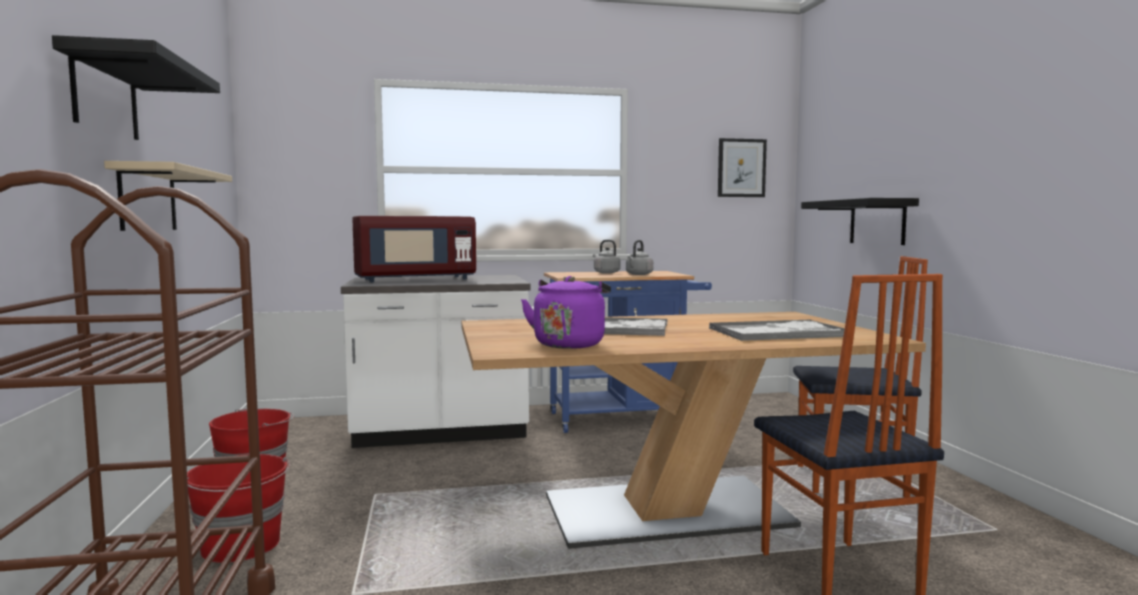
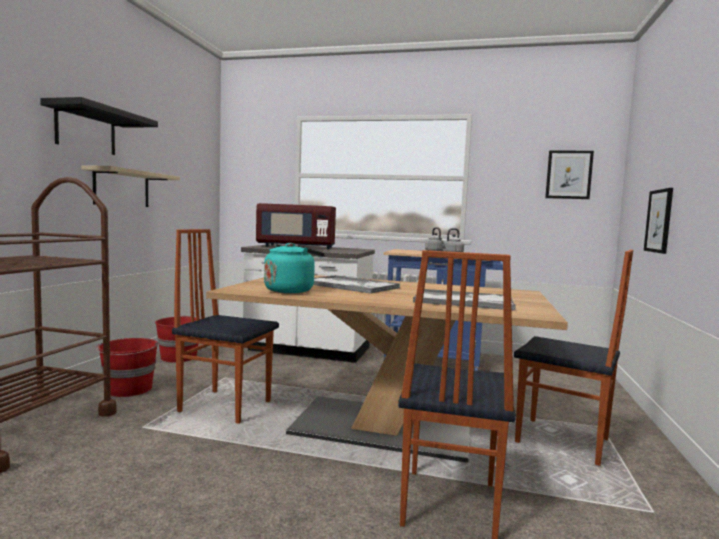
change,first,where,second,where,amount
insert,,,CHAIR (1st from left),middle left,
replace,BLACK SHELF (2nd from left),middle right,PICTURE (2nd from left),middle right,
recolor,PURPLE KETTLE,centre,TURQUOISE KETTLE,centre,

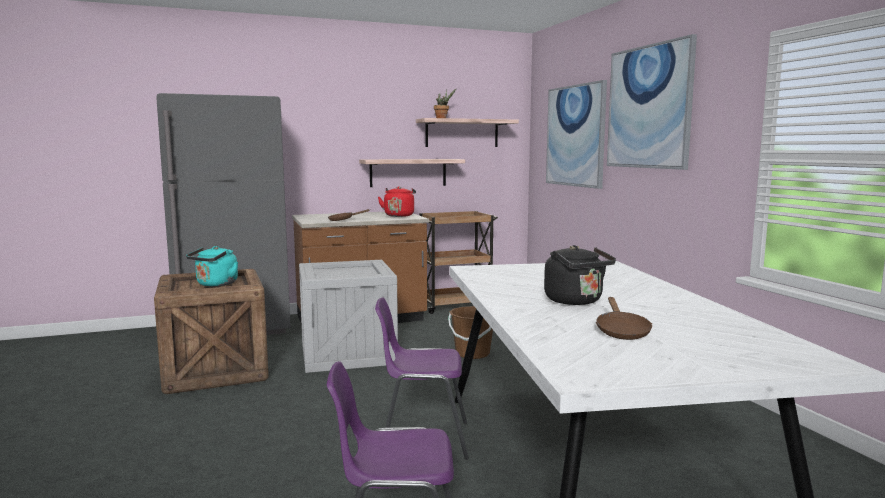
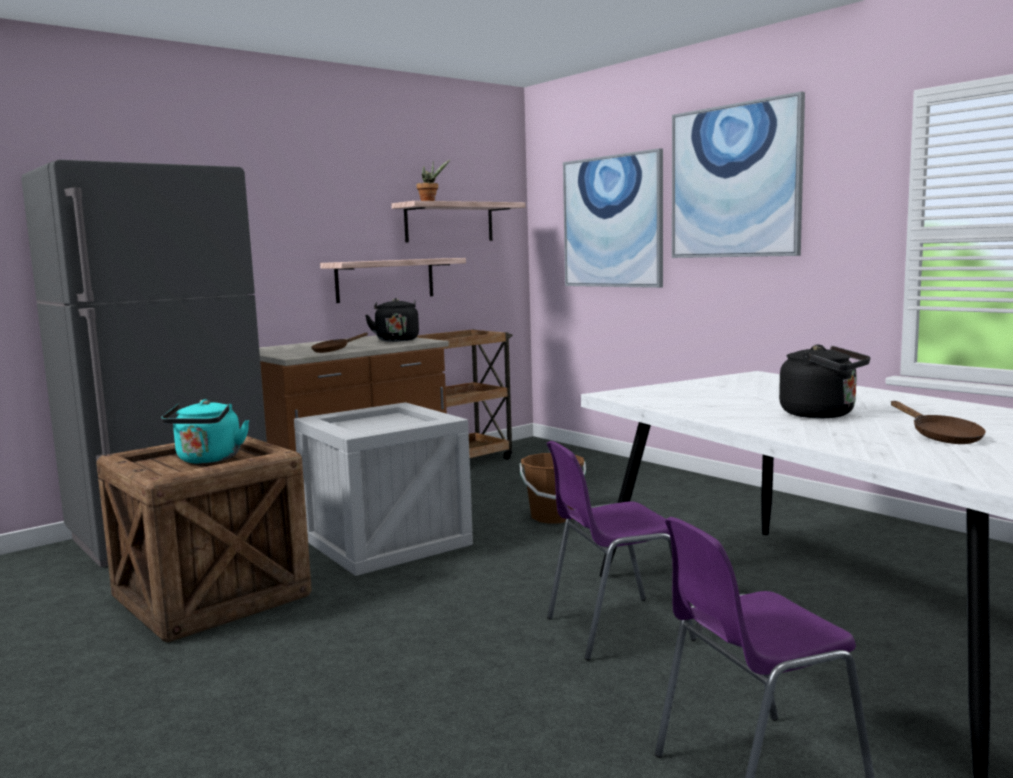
change,first,where,second,where,amount
recolor,RED KETTLE,centre,BLACK KETTLE (1st from left),centre,

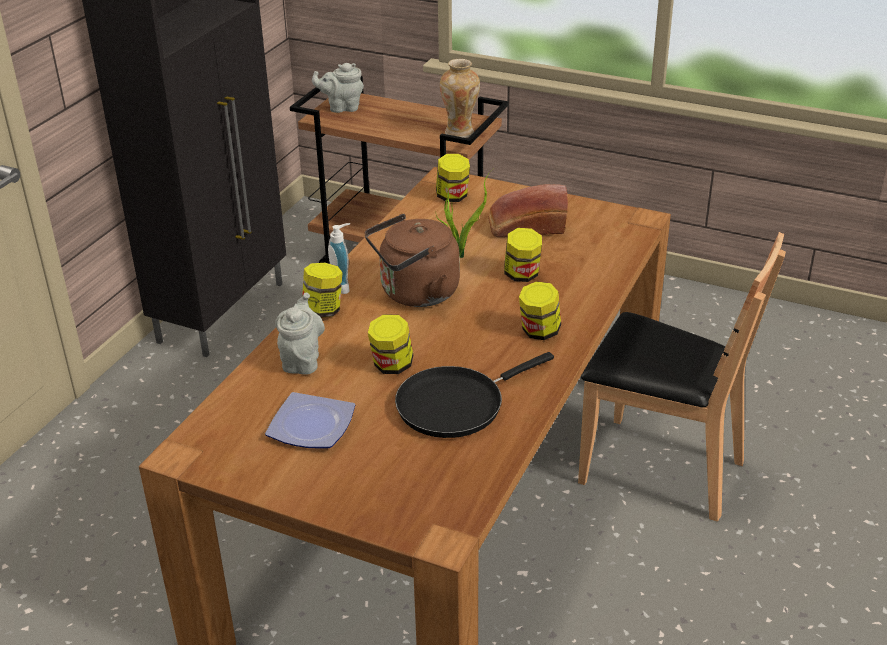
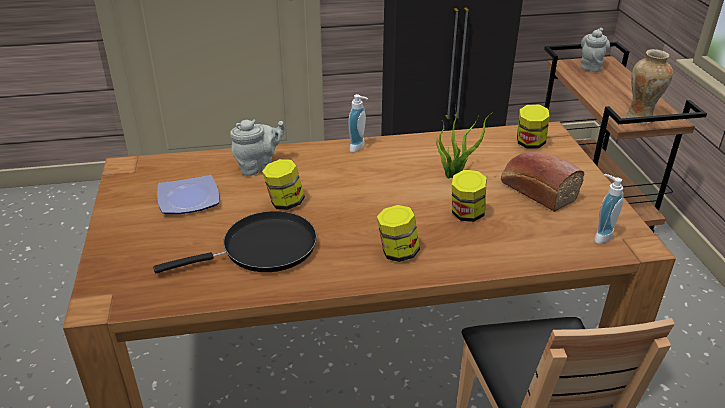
change,first,where,second,where,amount
delete,JAR (1st from left),centre,,,
delete,BROWN KETTLE,centre,,,
insert,,,SOAP DISPENSER (2nd from left),middle right,
rotate,GREY TEAPOT (2nd from left),top centre,,top right,60 degrees clockwise
rotate,BLACK FRYING PAN,centre,,middle left,135 degrees clockwise

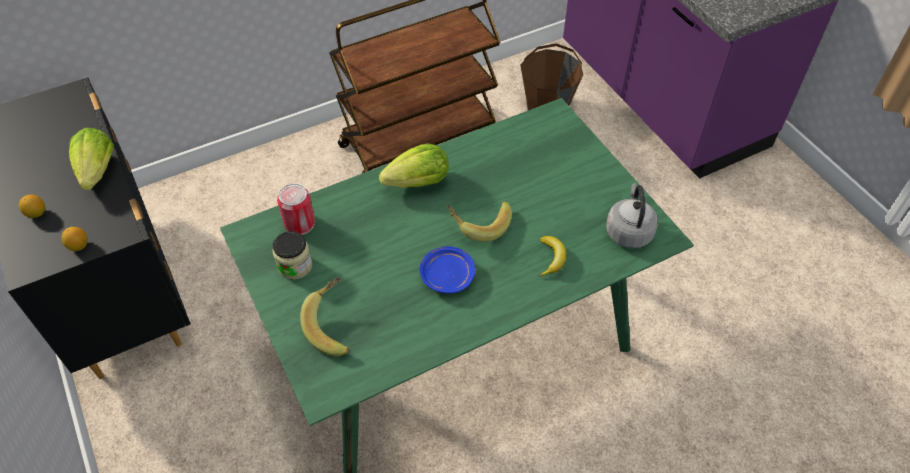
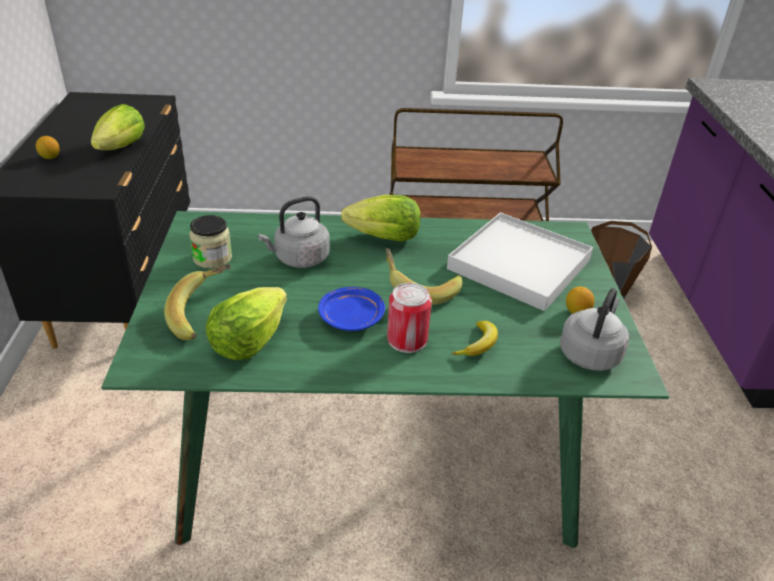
change,first,where,second,where,amount
insert,,,LETTUCE (2nd from left),middle left,
insert,,,GREY KETTLE (1st from left),centre,
insert,,,WHITE TRAY,middle right,
move,LEMON (2nd from left),middle left,,middle right,
move,CAN,middle left,,centre,

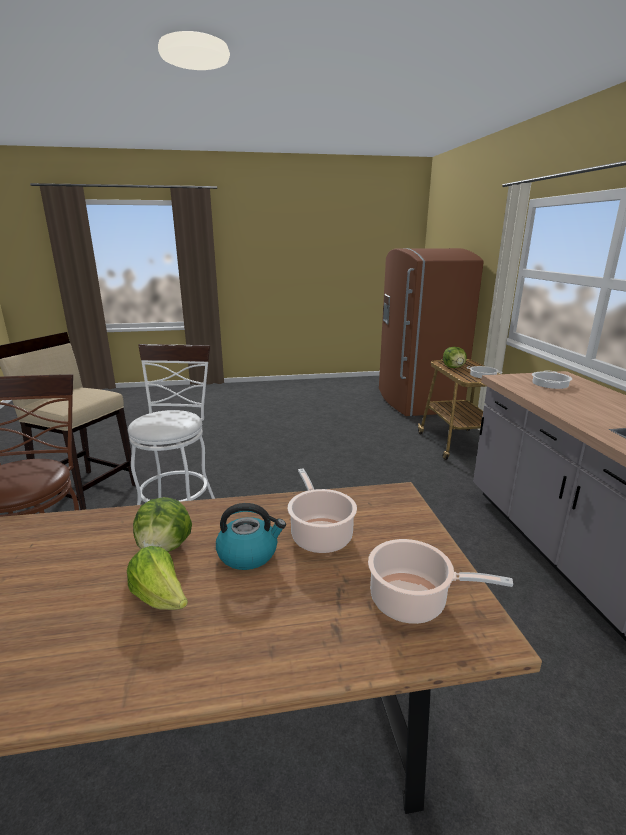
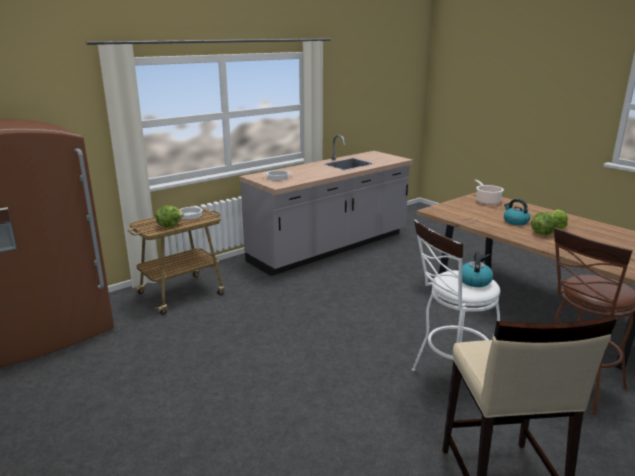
change,first,where,second,where,amount
delete,COOKING POT (1st from left),centre,,,
insert,,,KETTLE (1st from left),middle right,

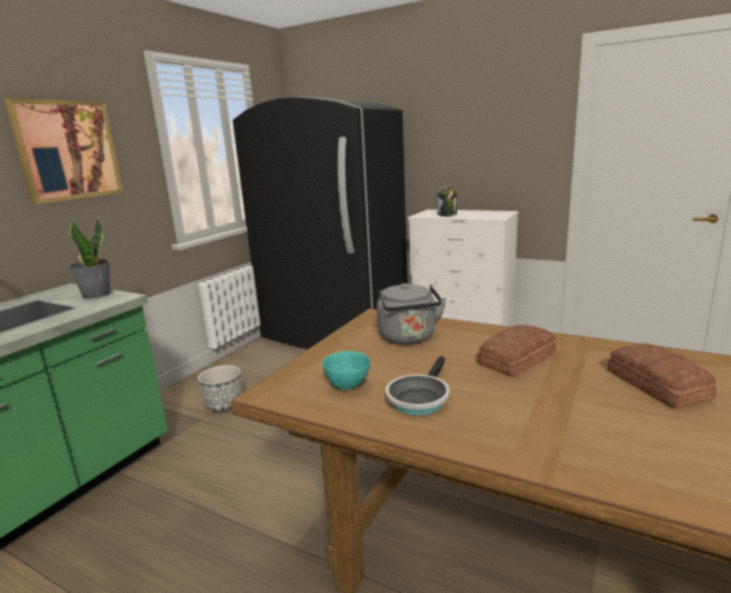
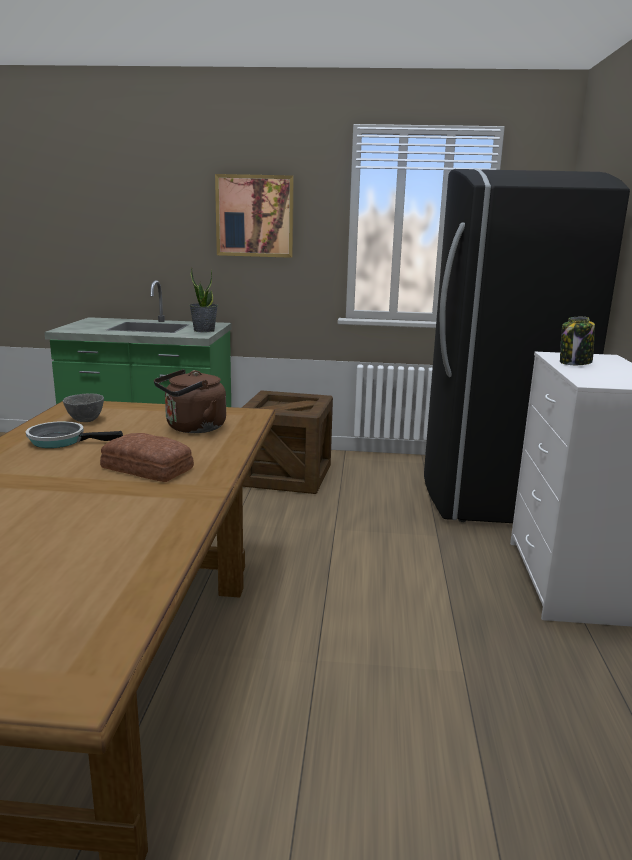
change,first,where,second,where,amount
delete,BREAD (2nd from left),middle right,,,
replace,PLANTER,middle left,CRATE,centre,
recolor,TURQUOISE BOWL,centre,GREY BOWL,middle left,
recolor,GREY KETTLE,centre,BROWN KETTLE,middle left,

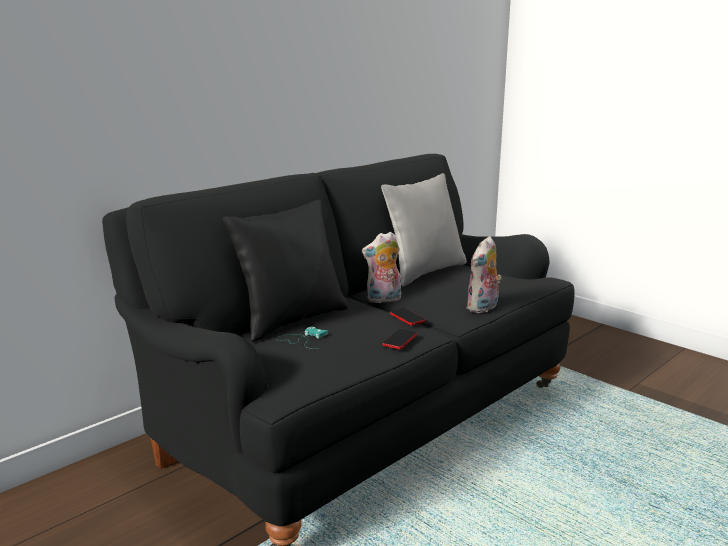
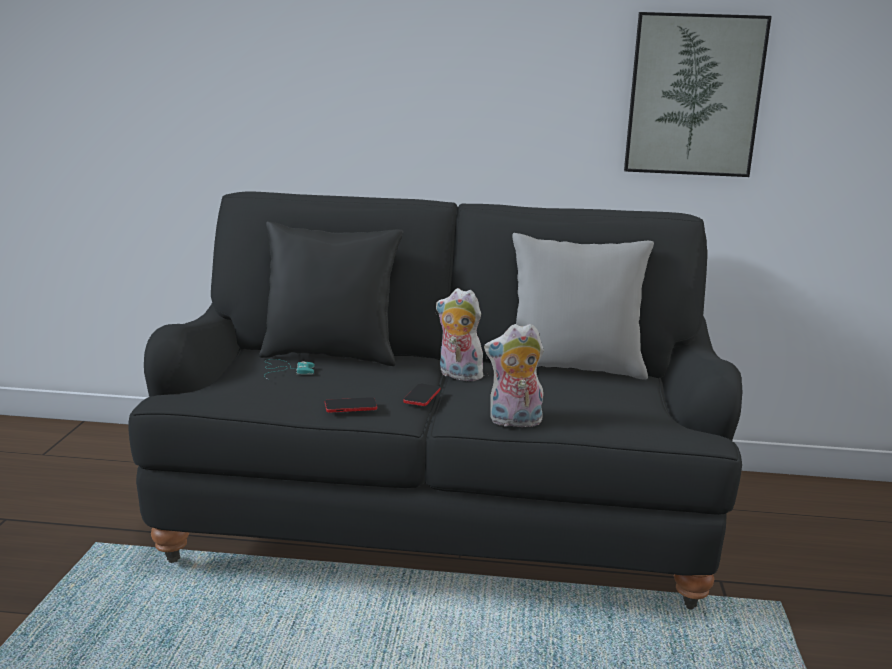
change,first,where,second,where,amount
insert,,,PICTURE,top right,

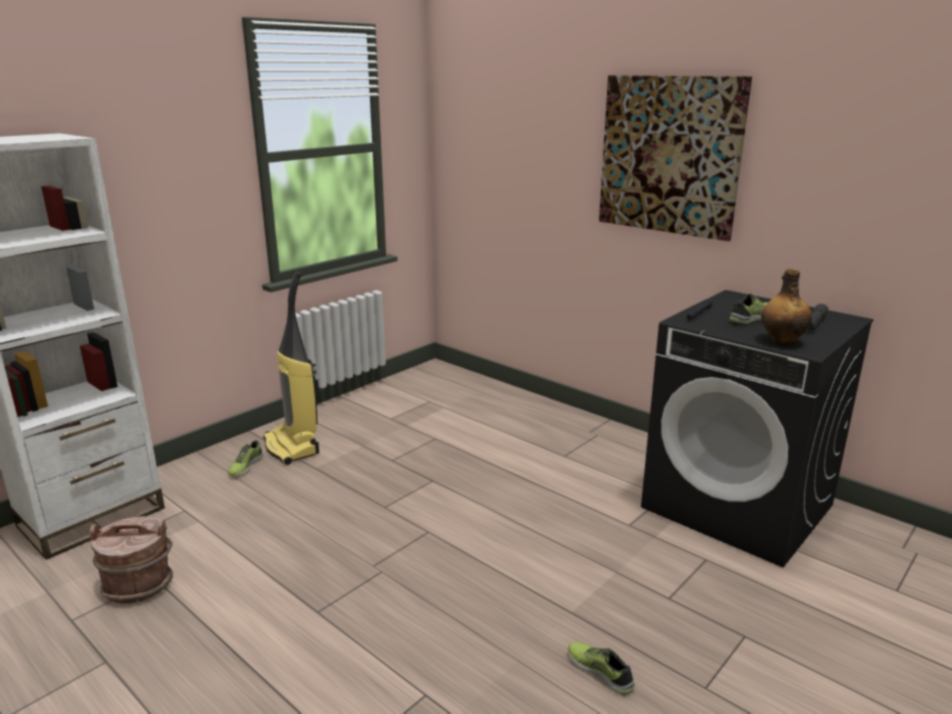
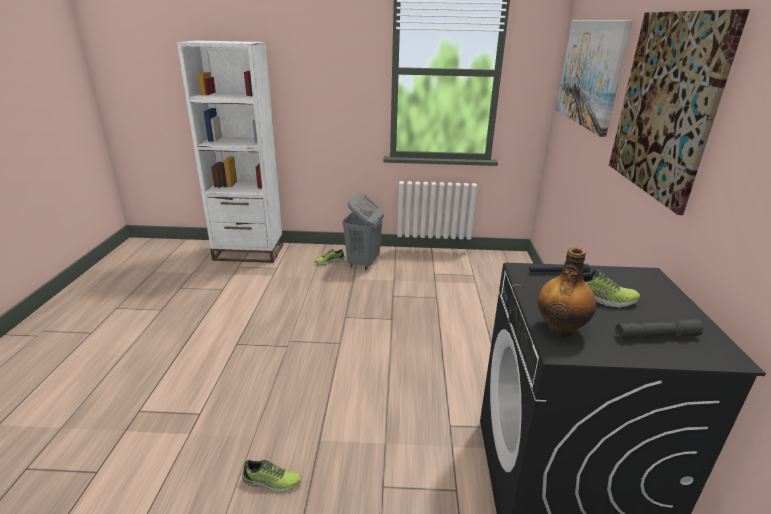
change,first,where,second,where,amount
delete,BROWN BUCKET,bottom left,,,
insert,,,PICTURE (1st from left),top right,
replace,VACUUM CLEANER,middle left,GREY LAUNDRY BASKET,centre,
rotate,SHOE (2nd from left in the first image),bottom centre,SHOE (1st from left),bottom centre,90 degrees clockwise

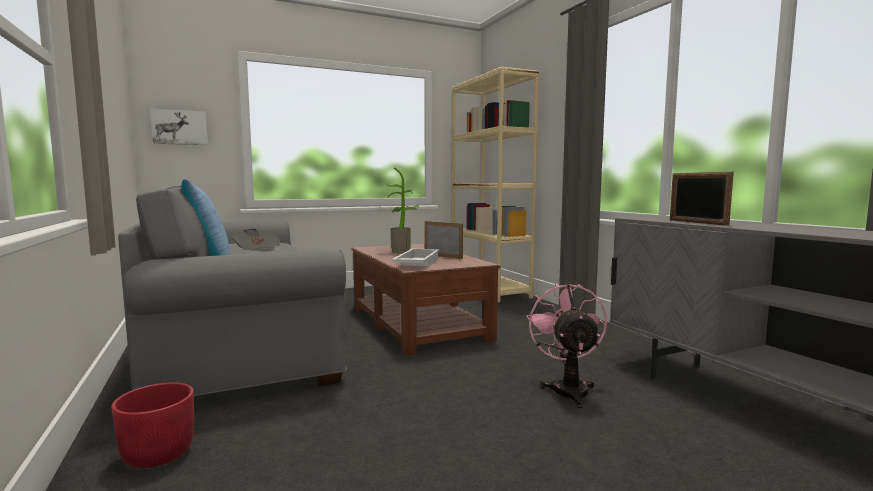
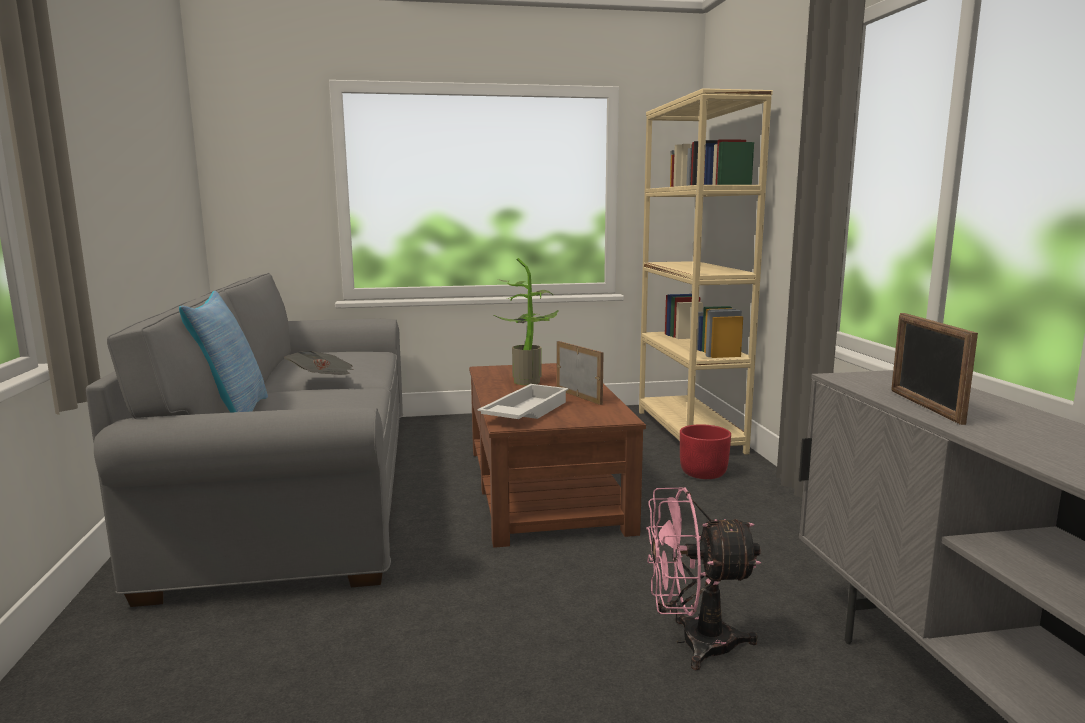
change,first,where,second,where,amount
delete,PICTURE,top left,,,
move,RED PLANTER,bottom left,,centre,
rotate,PINK FAN,bottom centre,,bottom centre,105 degrees counterclockwise

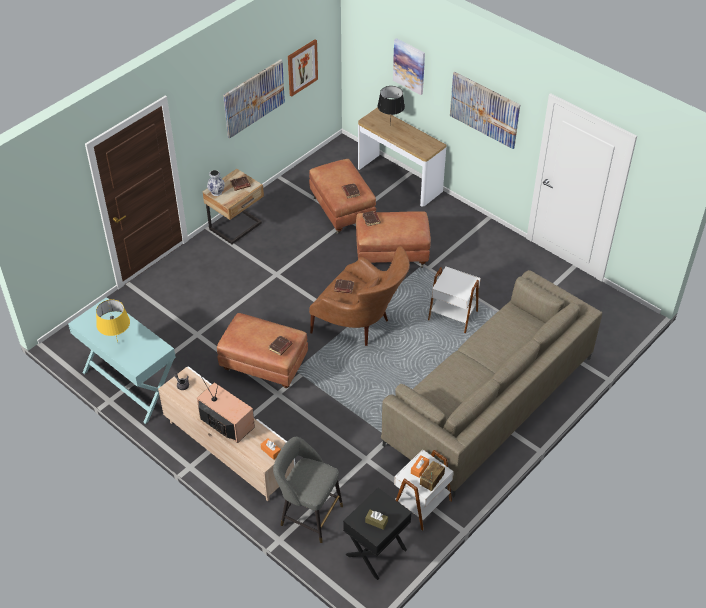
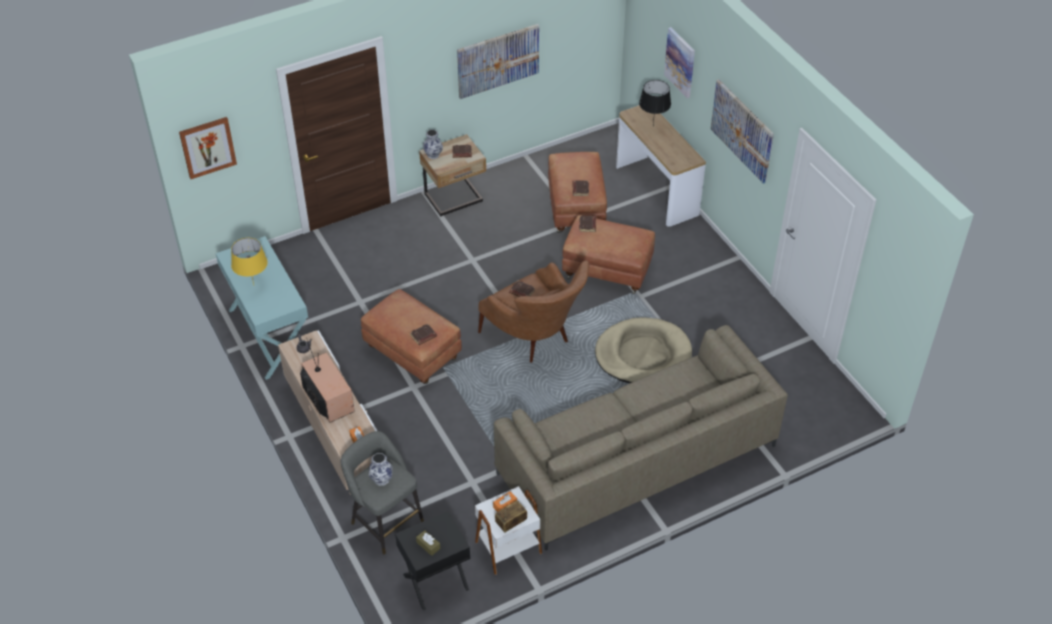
change,first,where,second,where,amount
insert,,,VASE (1st from left),bottom centre,
move,PICTURE (2nd from left in the first image),top centre,PICTURE (1st from left),top left,
replace,WHITE SIDE TABLE (2nd from left),centre,BEIGE DOG BED,centre,

